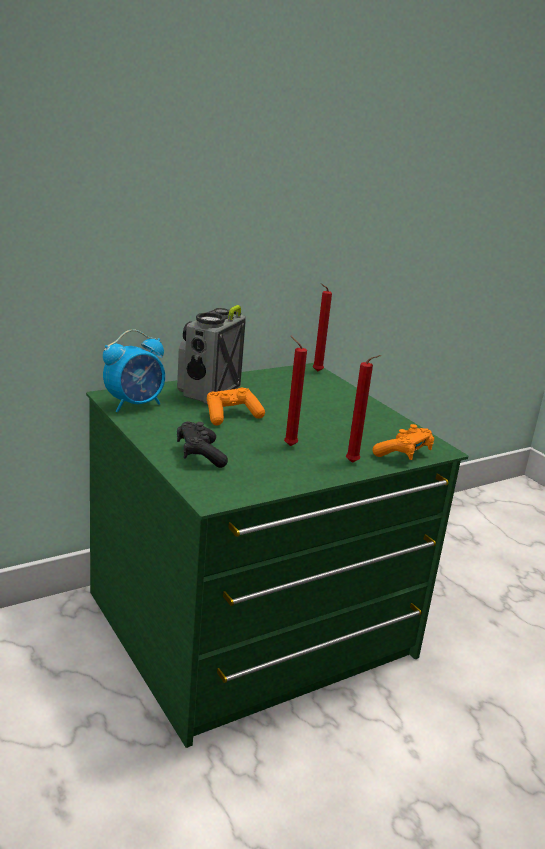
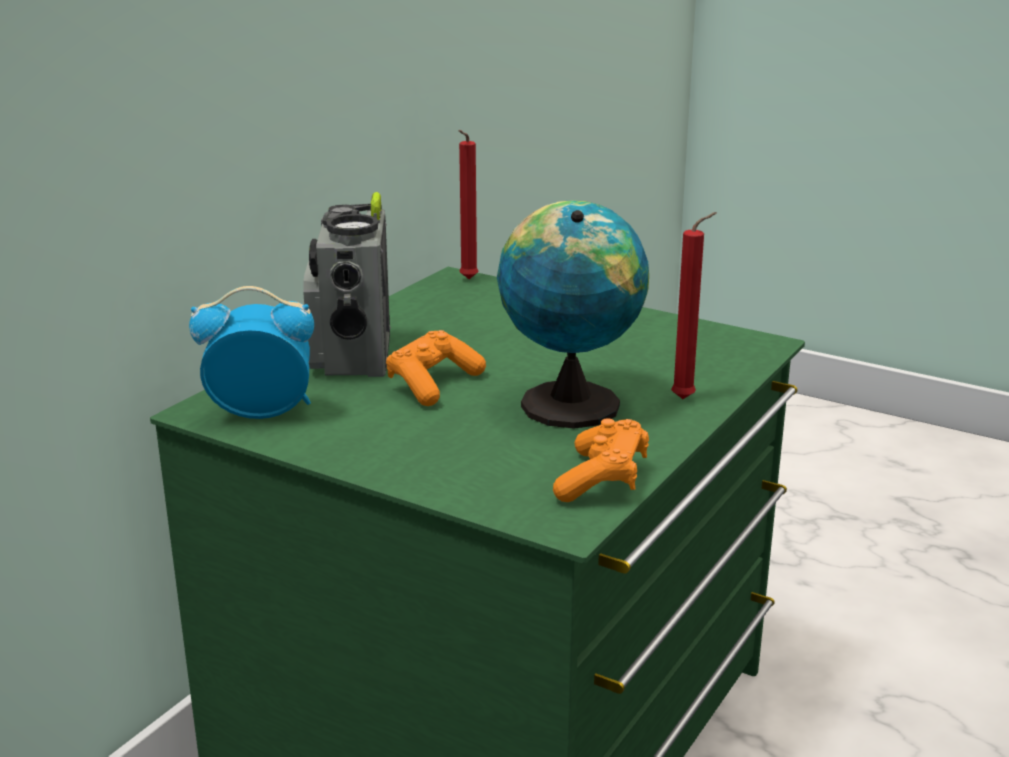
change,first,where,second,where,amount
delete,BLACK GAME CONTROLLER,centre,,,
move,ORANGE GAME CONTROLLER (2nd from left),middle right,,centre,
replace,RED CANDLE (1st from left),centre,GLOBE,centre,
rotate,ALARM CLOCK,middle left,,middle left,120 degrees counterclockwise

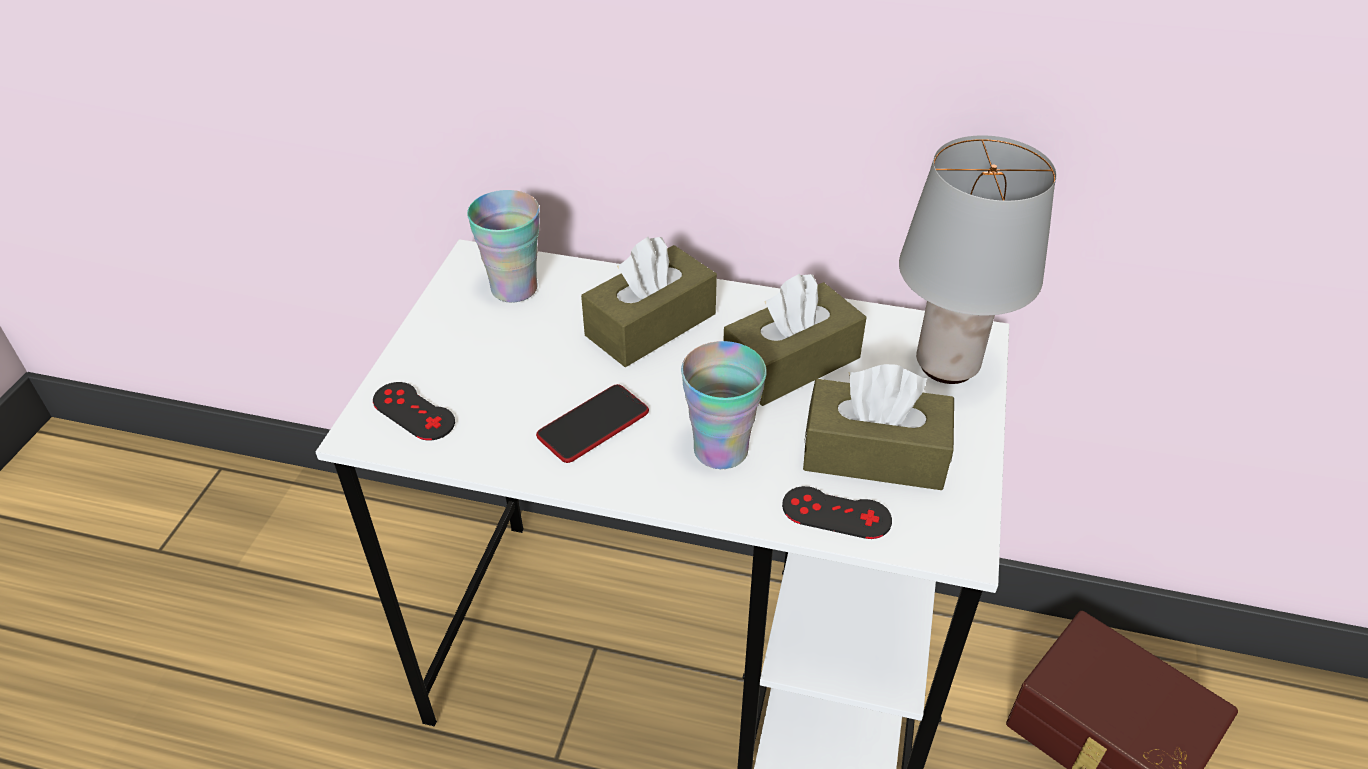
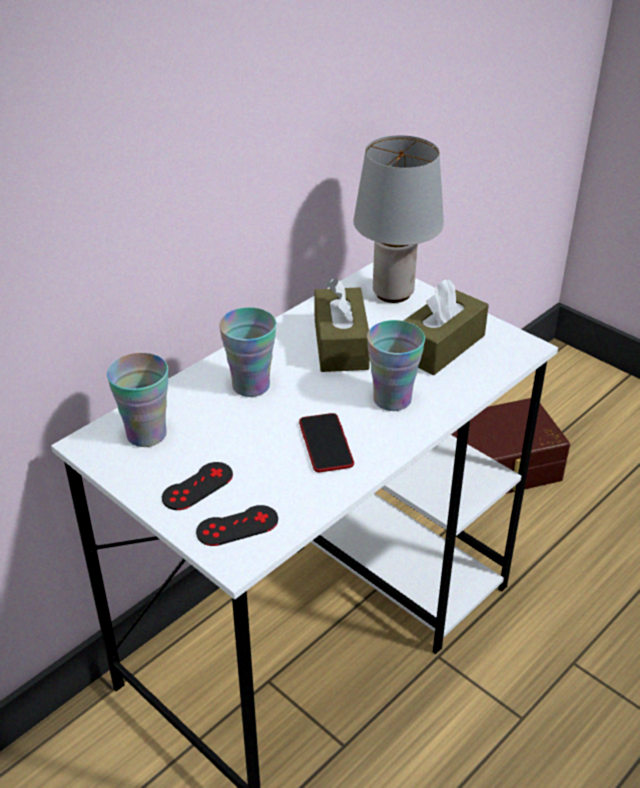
change,first,where,second,where,amount
move,BLACK GAME CONTROLLER (2nd from left in the first image),centre,BLACK GAME CONTROLLER (1st from left),middle left,
replace,BROWN TISSUE BOX (1st from left),centre,CUP (2nd from left),centre,

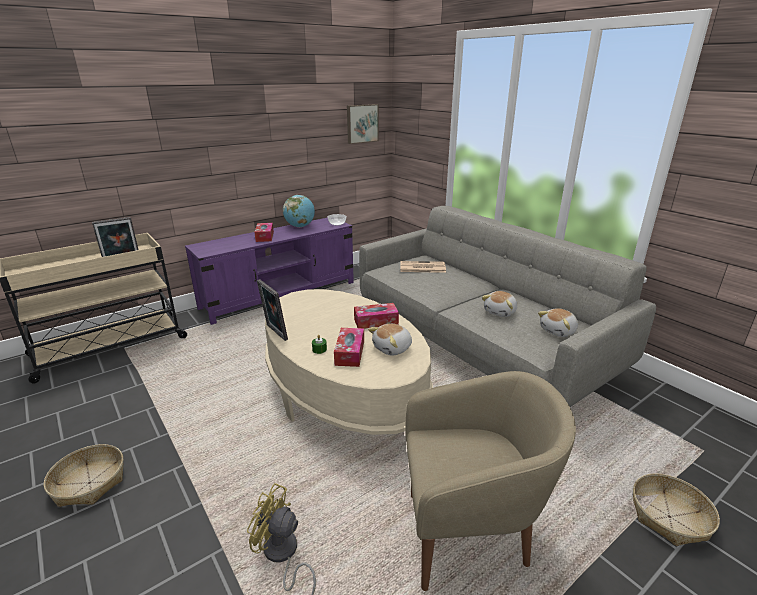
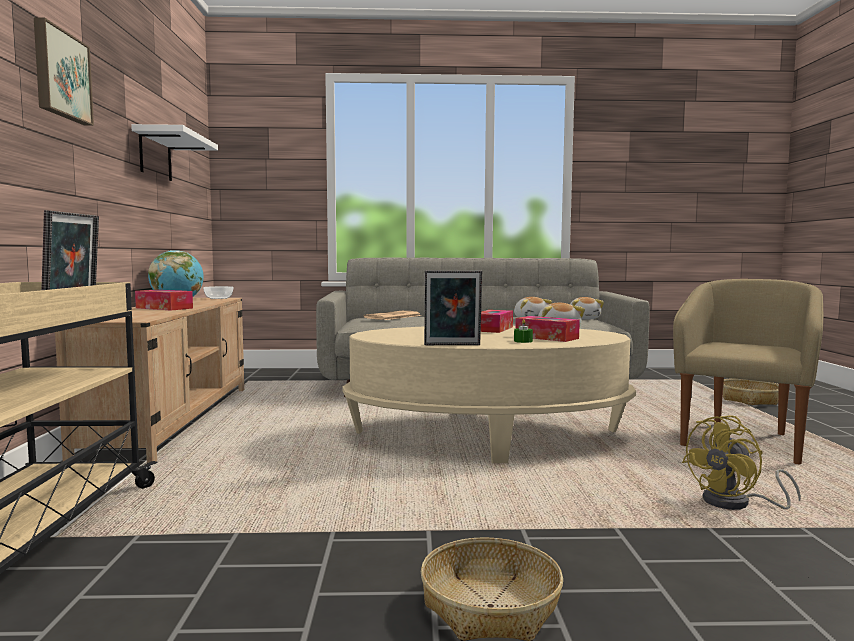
change,first,where,second,where,amount
insert,,,WHITE SHELF,top left,
move,PICTURE,top centre,,top left,
recolor,PURPLE TV STAND,centre,BEIGE TV STAND,middle left,

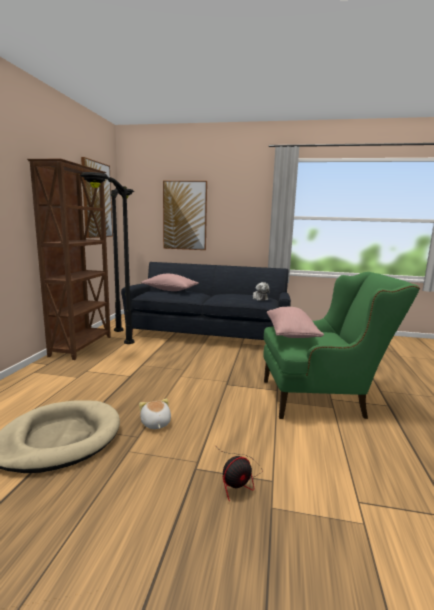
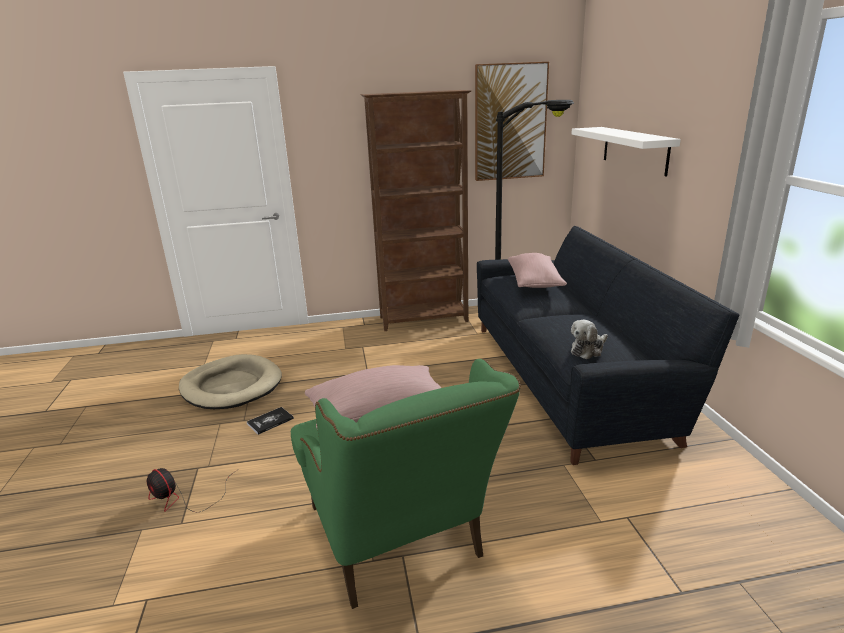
change,first,where,second,where,amount
delete,BLACK FLOOR LAMP (1st from left),middle left,,,
replace,PLUSH TOY (1st from left),bottom centre,BOOK,middle left,
replace,PICTURE (2nd from left),centre,WHITE SHELF,top right,

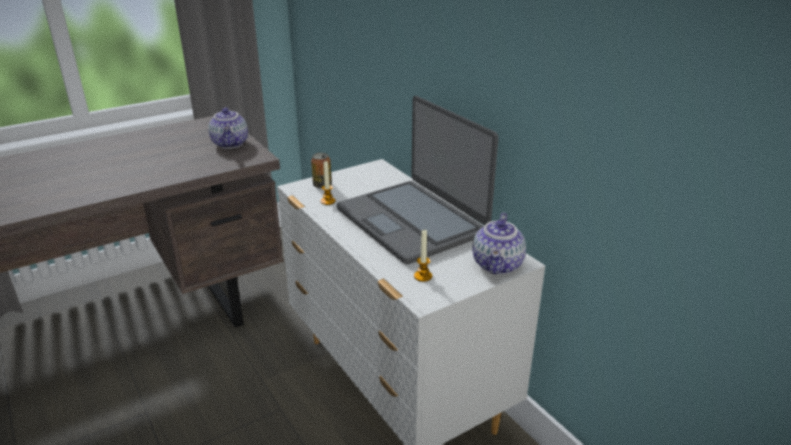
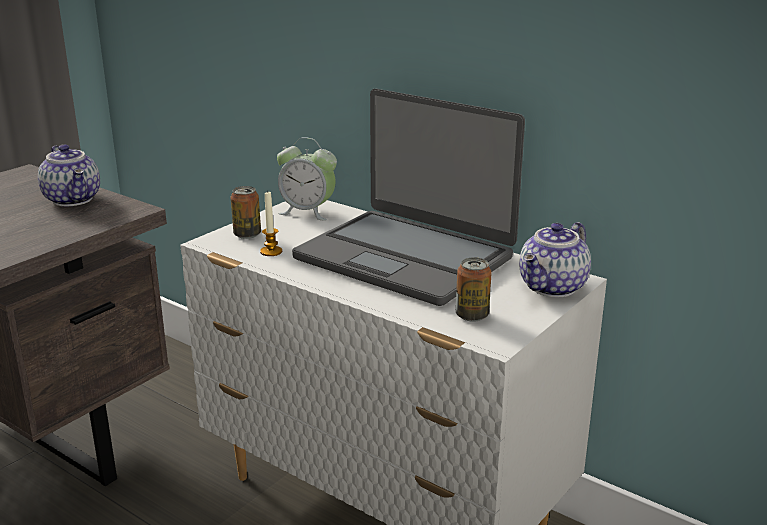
change,first,where,second,where,amount
insert,,,ALARM CLOCK,centre,
replace,CANDLE (2nd from left),centre,CAN (2nd from left),centre,
rotate,TEAPOT (2nd from left),centre,,middle right,45 degrees clockwise

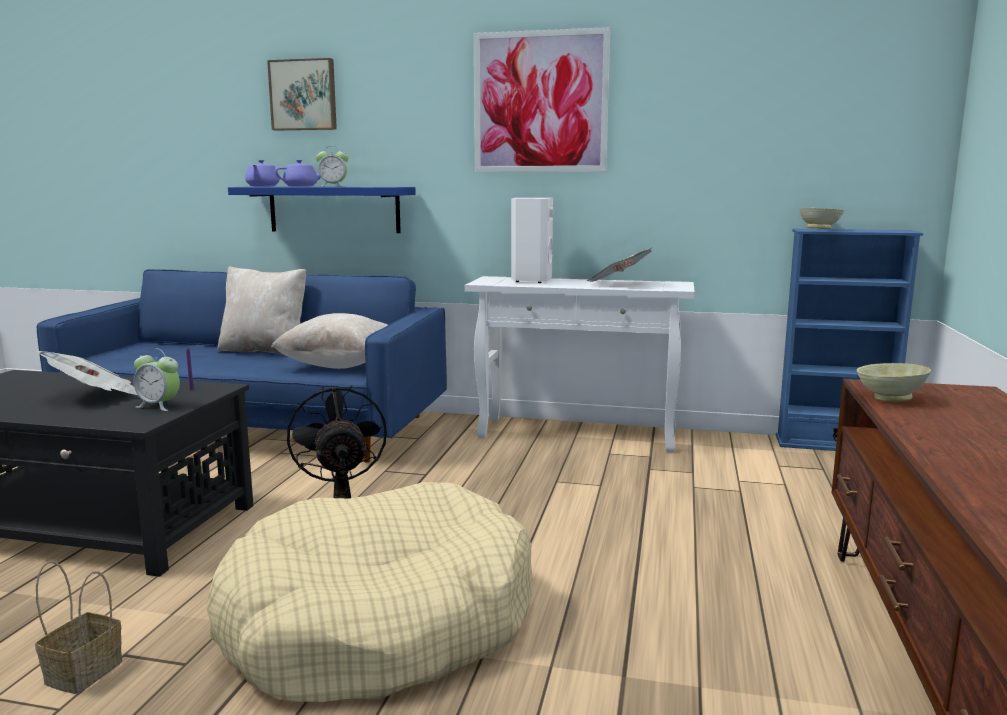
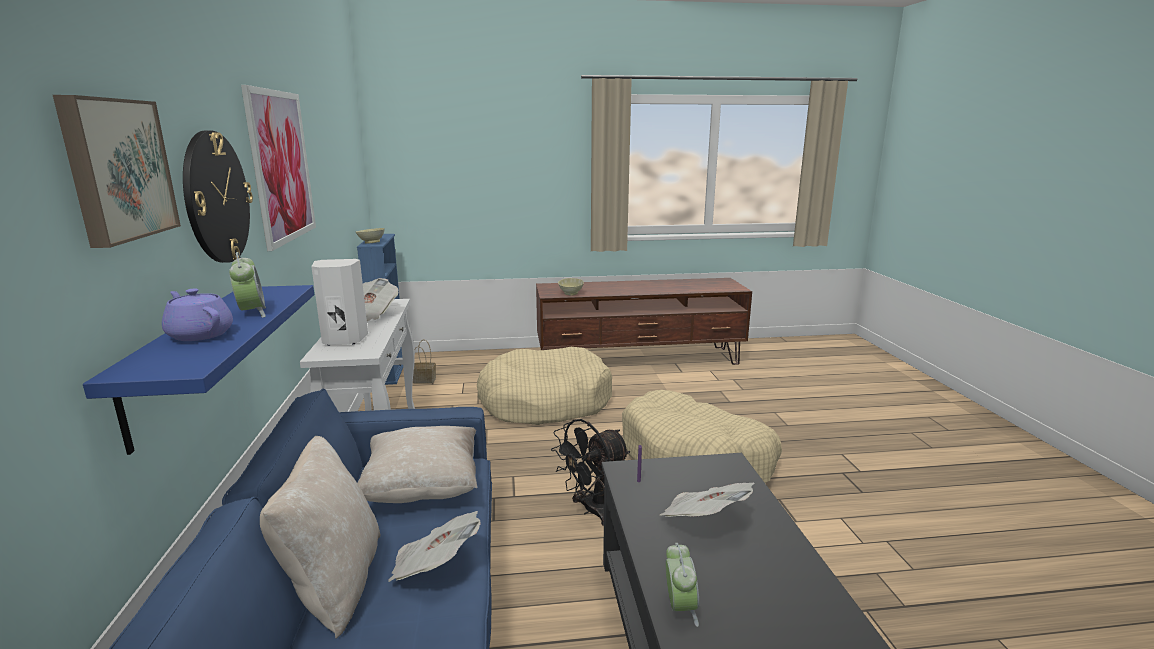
change,first,where,second,where,amount
delete,PURPLE TEAPOT (1st from left),top left,,,
insert,,,WALL CLOCK,top left,
insert,,,NEWSPAPER (2nd from left),bottom centre,
insert,,,BEIGE DOG BED (1st from left),centre,
move,BASKET,bottom left,,centre,
move,ALARM CLOCK (1st from left in the first image),middle left,ALARM CLOCK (2nd from left),bottom centre,

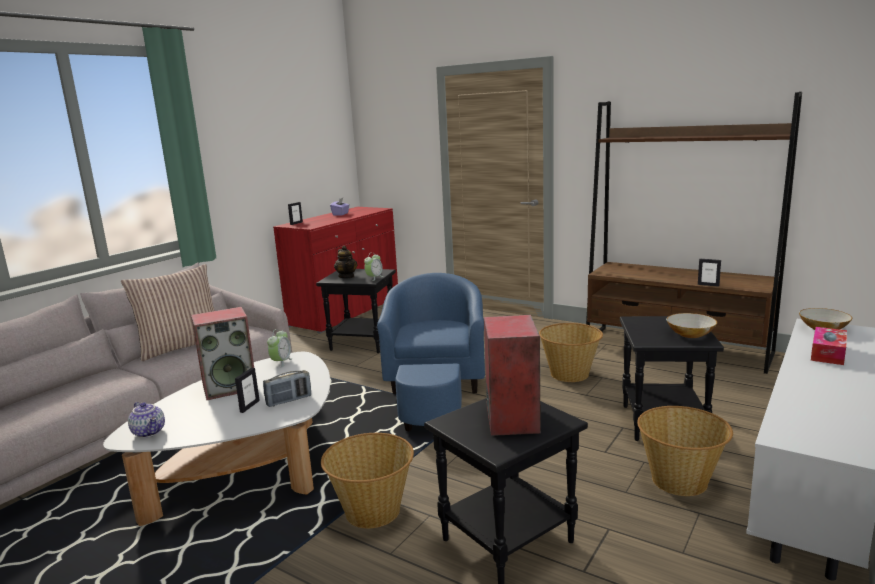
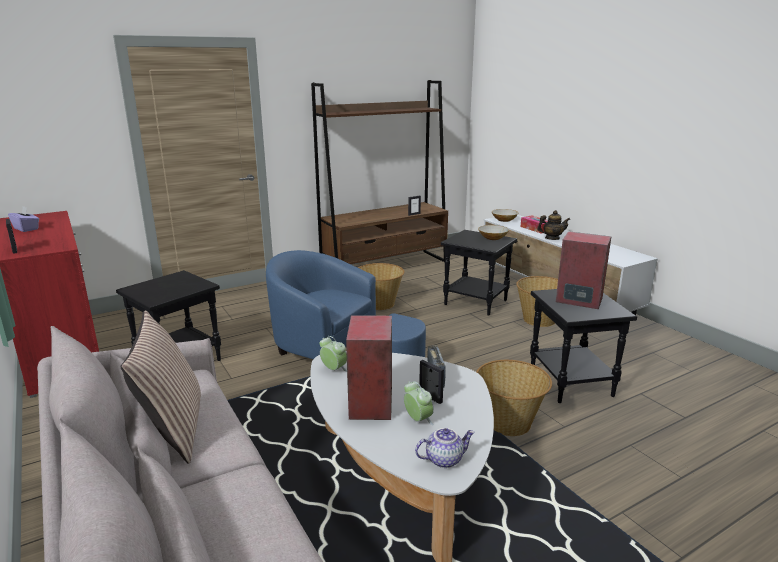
change,first,where,second,where,amount
move,TEAPOT (2nd from left),centre,,middle right,
move,ALARM CLOCK (2nd from left),centre,,bottom centre,

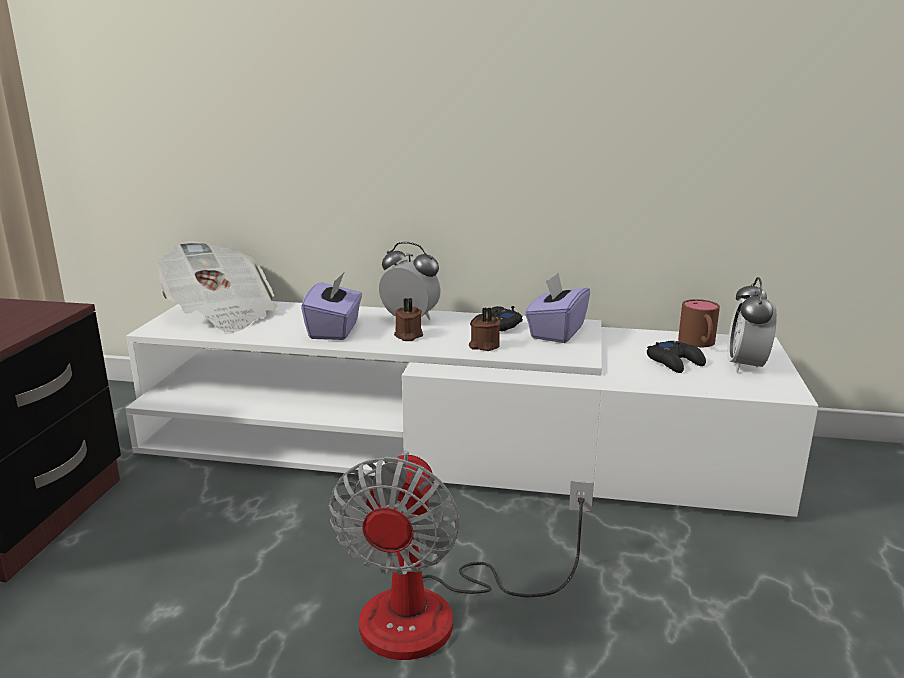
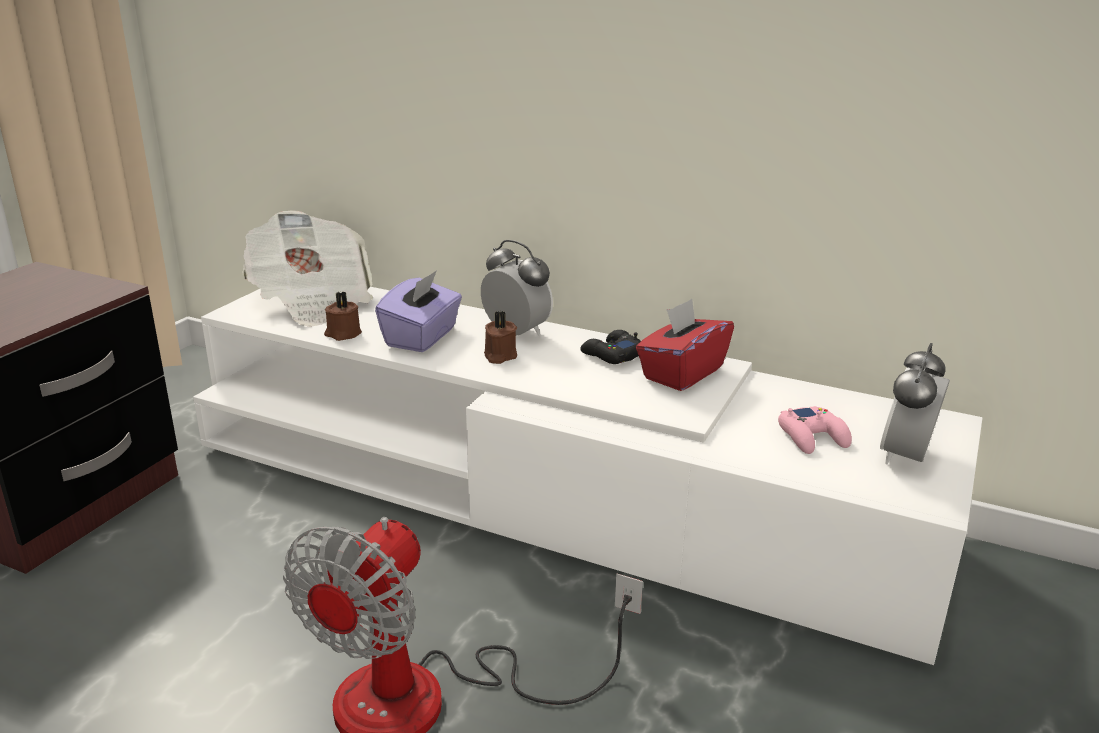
change,first,where,second,where,amount
delete,BROWN MUG,middle right,,,
move,BROWN CANDLE (2nd from left in the first image),centre,BROWN CANDLE (1st from left),middle left,
recolor,PURPLE TISSUE BOX (2nd from left),centre,RED TISSUE BOX,centre,
recolor,BLACK GAME CONTROLLER (2nd from left),middle right,PINK GAME CONTROLLER,middle right,

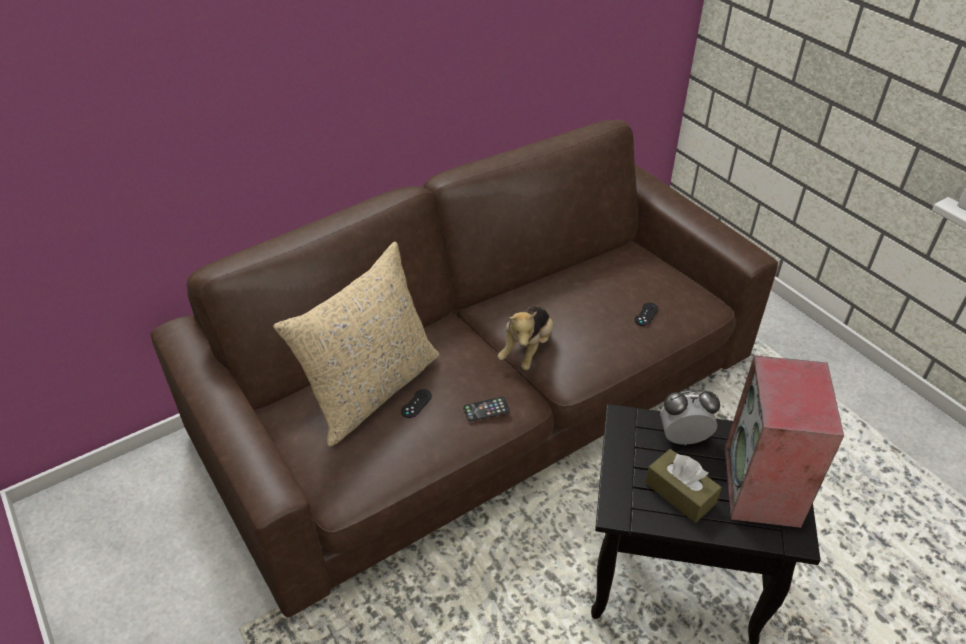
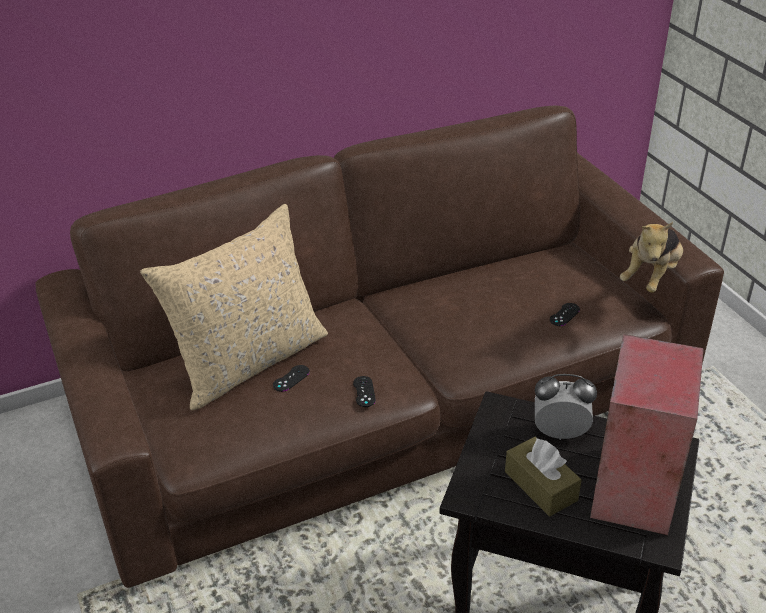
change,first,where,second,where,amount
move,PLUSH TOY,centre,,middle right,
replace,PHONE,centre,BLACK GAME CONTROLLER (2nd from left),centre,

